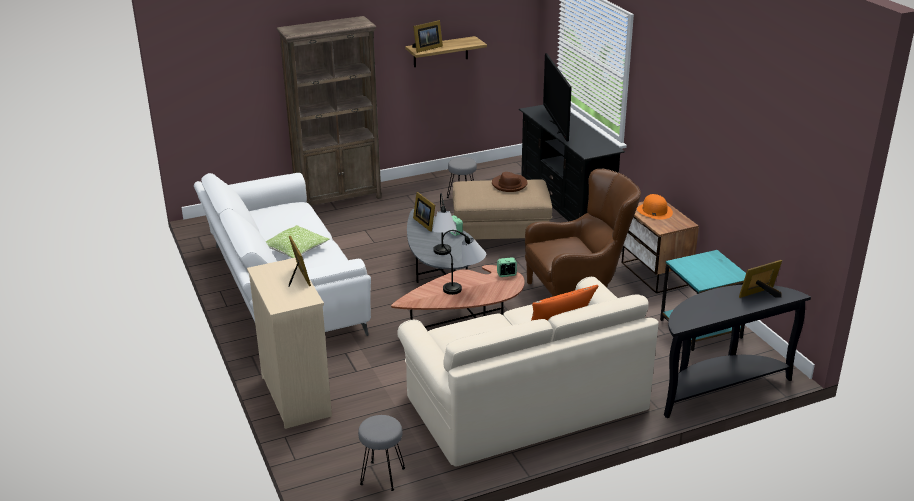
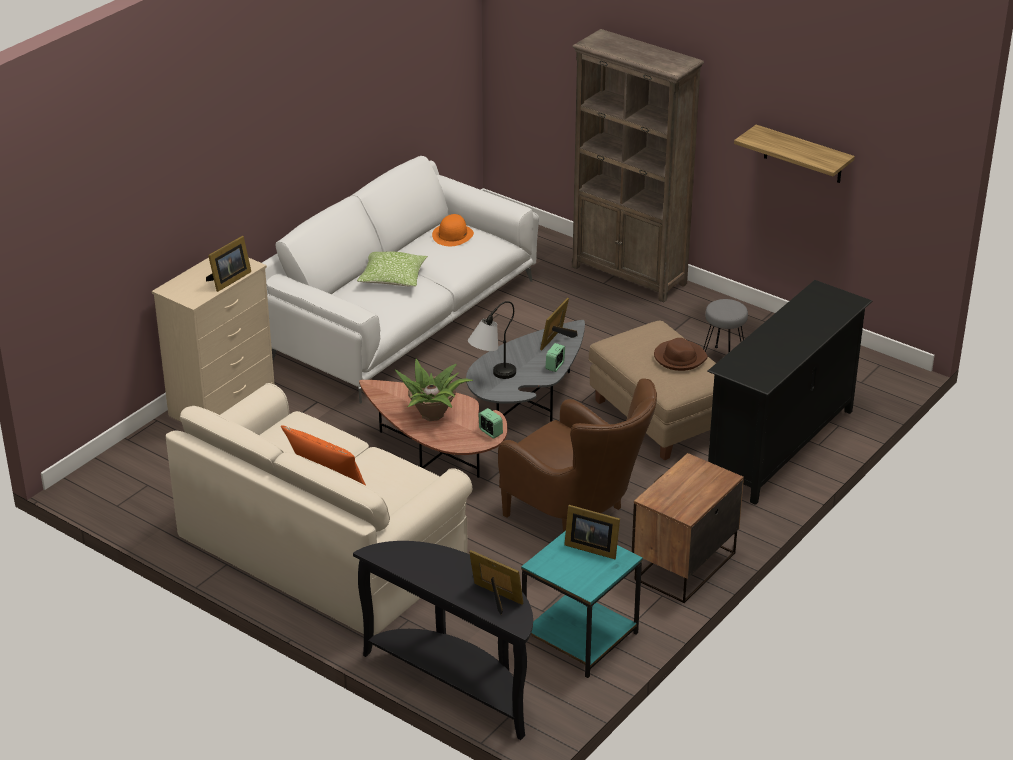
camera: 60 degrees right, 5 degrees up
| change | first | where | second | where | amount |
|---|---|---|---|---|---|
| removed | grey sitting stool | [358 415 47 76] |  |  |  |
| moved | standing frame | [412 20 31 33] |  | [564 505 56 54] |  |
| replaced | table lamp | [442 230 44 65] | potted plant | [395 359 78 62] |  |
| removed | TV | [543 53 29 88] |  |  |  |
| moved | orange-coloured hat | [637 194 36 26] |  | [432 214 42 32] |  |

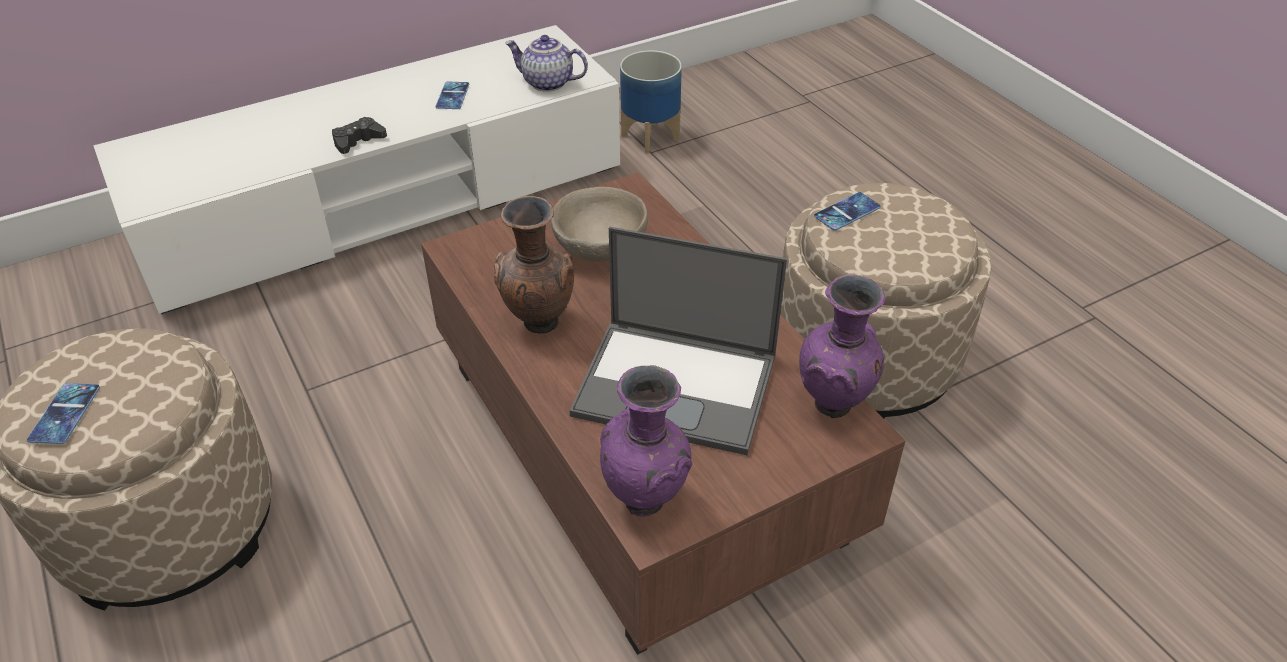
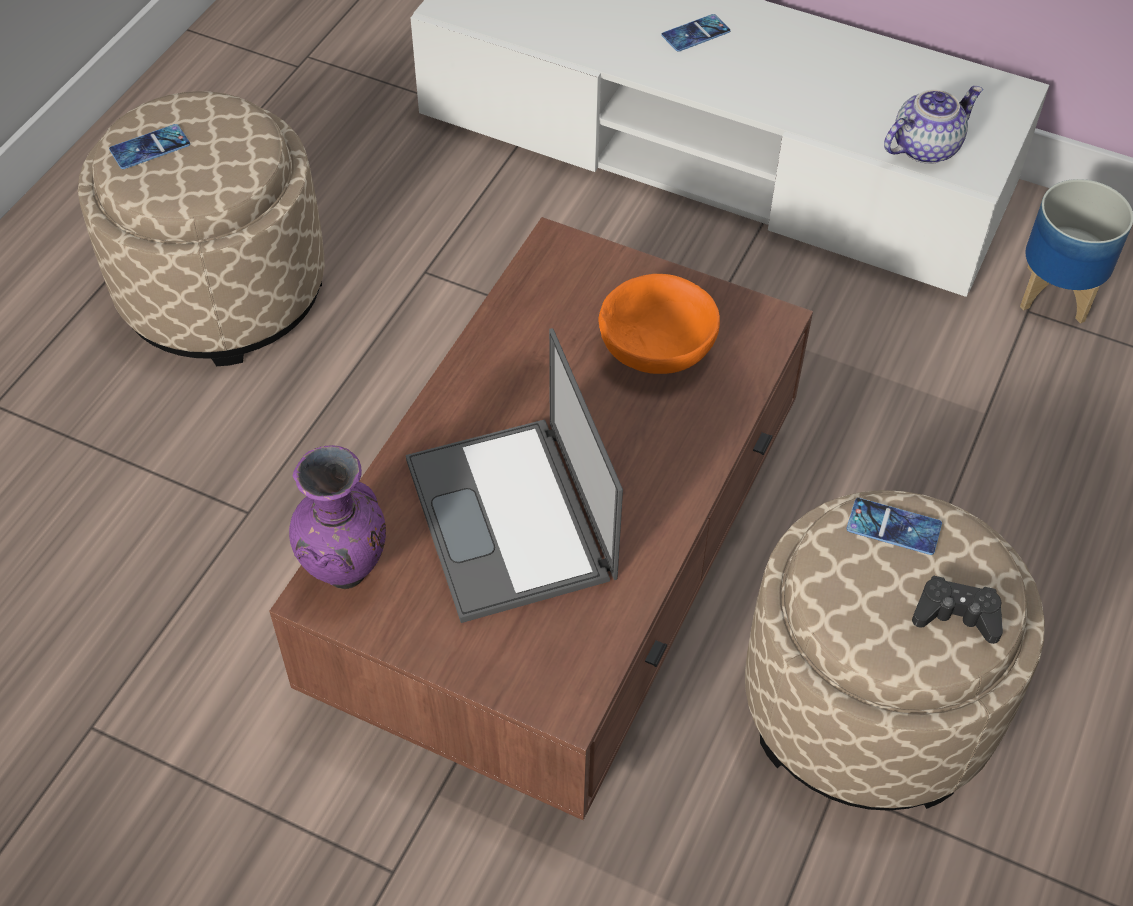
camera: 55 degrees right, 10 degrees up
| change | first | where | second | where | amount |
|---|---|---|---|---|---|
| moved | black game controller | [332 117 55 37] |  | [912 576 91 68] |  |
| moved | phone | [435 81 34 28] |  | [661 14 70 38] |  |
| removed | brownish flower vase | [494 196 80 138] |  |  |  |
| turned | tea pot | [505 35 83 57] |  | [884 86 99 78] | 75 degrees clockwise |
| recoloured | beige bowl | [551 187 97 75] | orange-coloured bowl | [599 274 121 100] |  |
| removed | purplish flower vase | [799 275 86 143] |  |  |  |

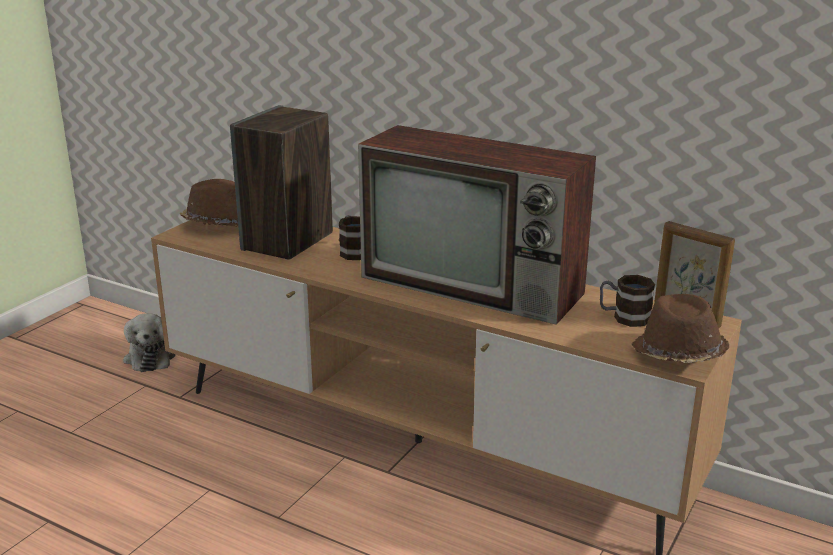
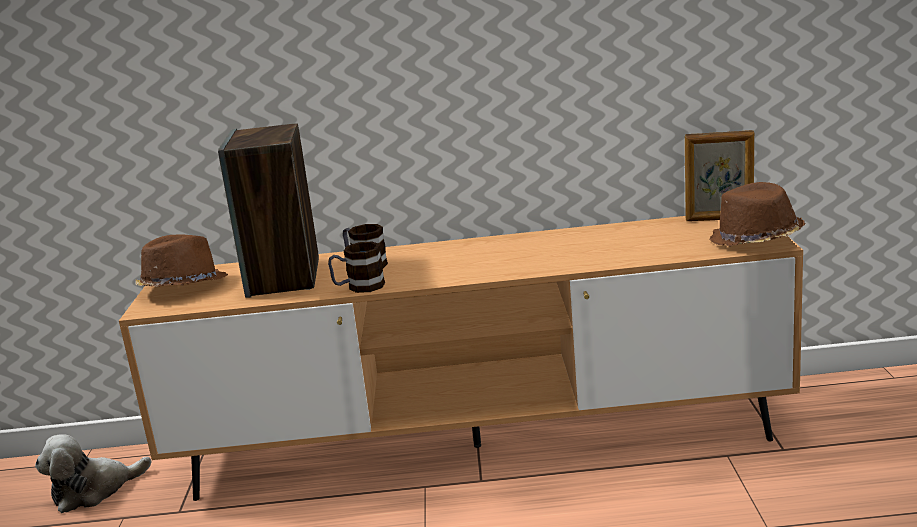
camera: 30 degrees left, 5 degrees down
| change | first | where | second | where | amount |
|---|---|---|---|---|---|
| turned | soft toy | [123 313 53 59] |  | [35 434 117 79] | 105 degrees clockwise |
| removed | TV | [358 125 238 200] |  |  |  |
| moved | tea mug | [600 275 55 52] |  | [328 242 57 51] |  |

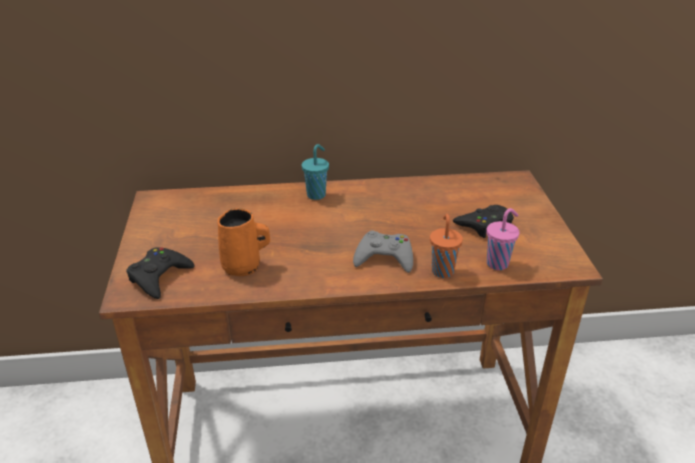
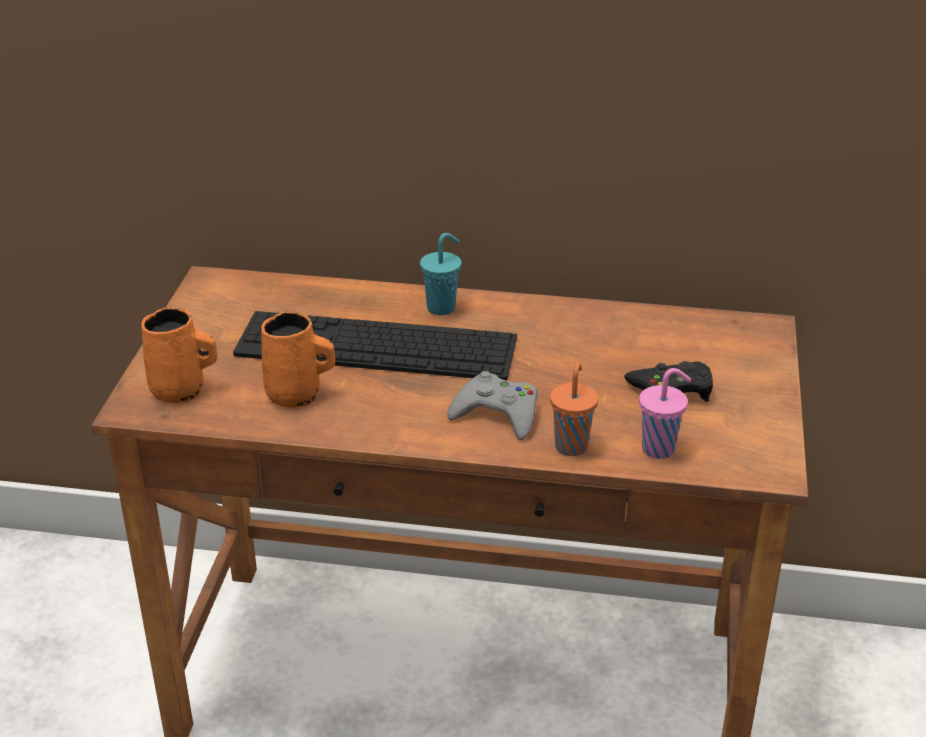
camera: 15 degrees right, 0 degrees up
| change | first | where | second | where | amount |
|---|---|---|---|---|---|
| replaced | black game controller | [126 247 68 52] | orange-coloured tea mug | [141 307 77 96] |  |
| added |  |  | PC keyboard | [233 311 284 70] |  |

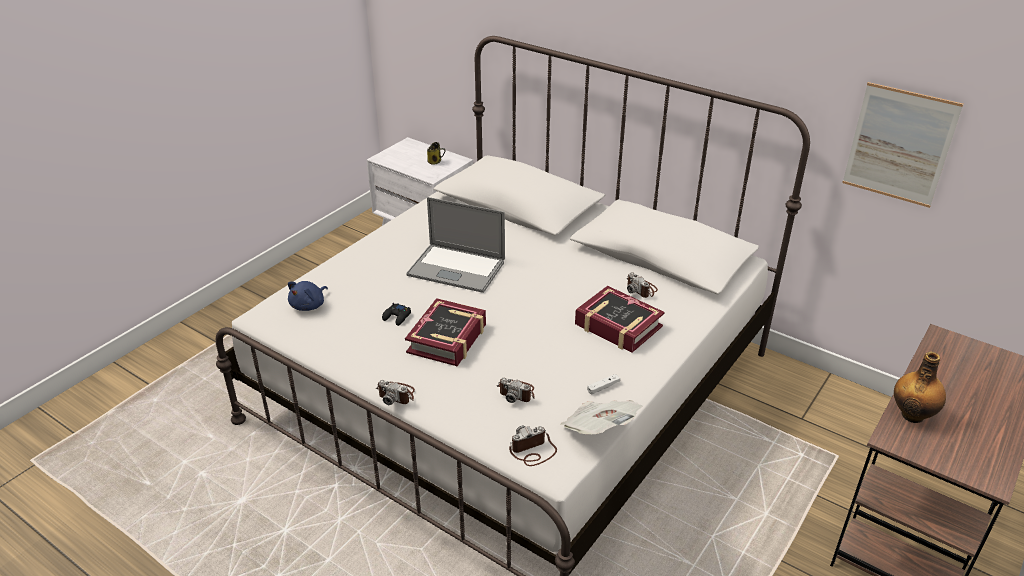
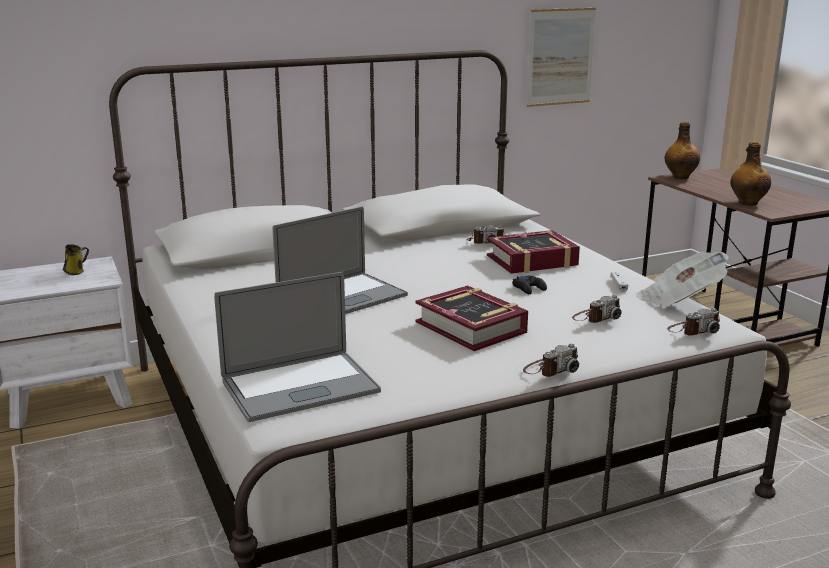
camera: 60 degrees left, 15 degrees down
| change | first | where | second | where | amount |
|---|---|---|---|---|---|
| replaced | bluish soft toy | [288 281 40 30] | notebook computer | [214 272 167 150] |  |
| moved | black game controller | [382 303 29 23] |  | [512 276 35 18] |  |
| turned | photo camera | [509 426 48 40] |  | [667 308 53 28] | 120 degrees counterclockwise |
| added |  |  | beverage bottle | [665 122 35 57] |  |

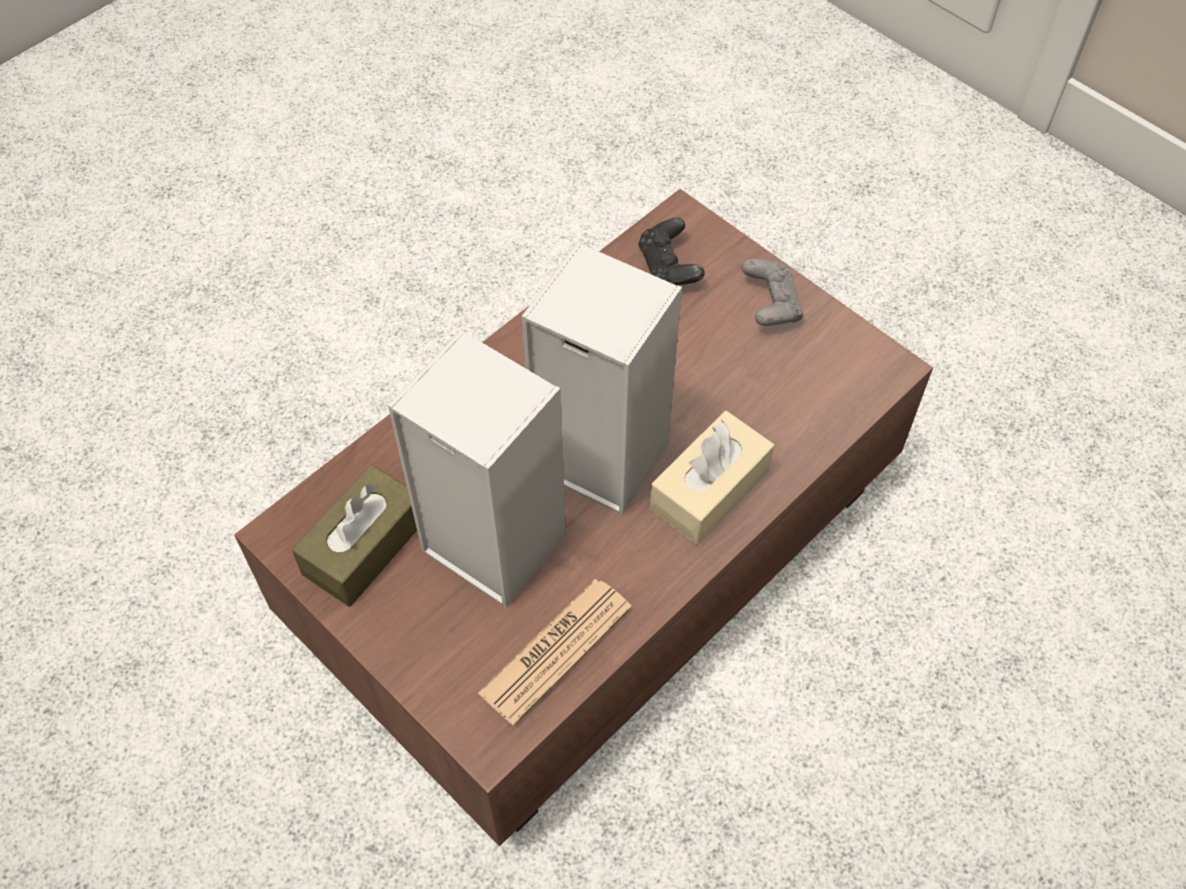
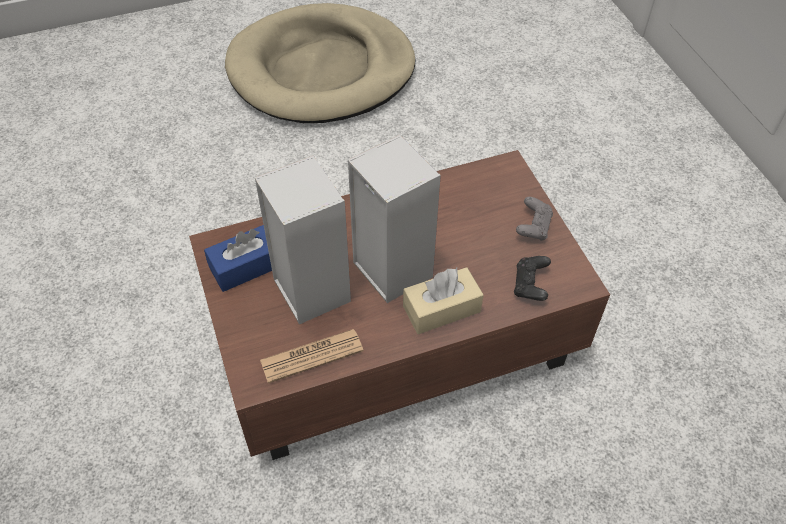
camera: 25 degrees right, 5 degrees down
| change | first | where | second | where | amount |
|---|---|---|---|---|---|
| recoloured | brownish tissue holder | [292 464 125 143] | bluish tissue holder | [204 225 68 67] |  |
| moved | black game controller | [638 218 67 68] |  | [514 256 37 45] |  |
| added |  |  | beige dog bed | [225 3 191 120] |  |

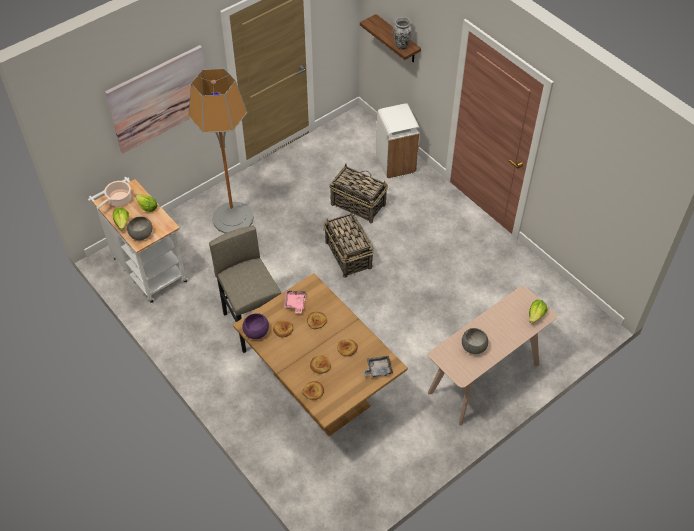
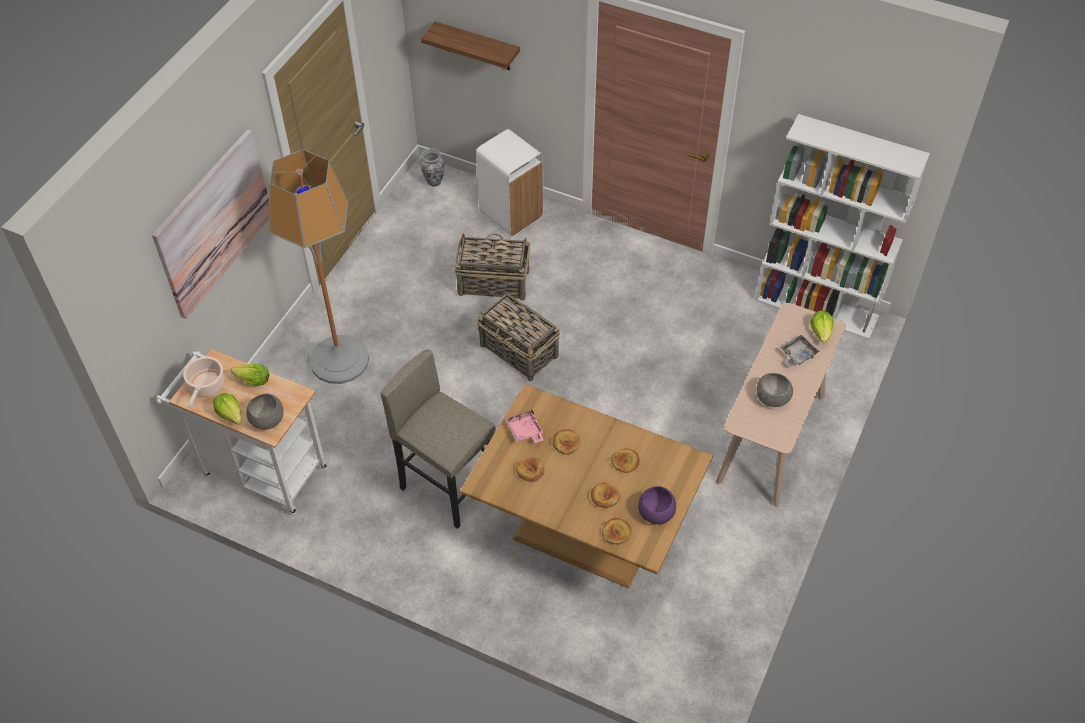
camera: 25 degrees left, 0 degrees up
| change | first | where | second | where | amount |
|---|---|---|---|---|---|
| moved | purplish bowl | [242 313 27 26] |  | [638 486 38 38] |  |
| moved | grey tray | [363 356 30 21] |  | [780 335 39 32] |  |
| moved | flower vase | [393 17 19 33] |  | [420 148 24 39] |  |
| added |  |  | whitish shelving unit | [755 114 175 226] |  |

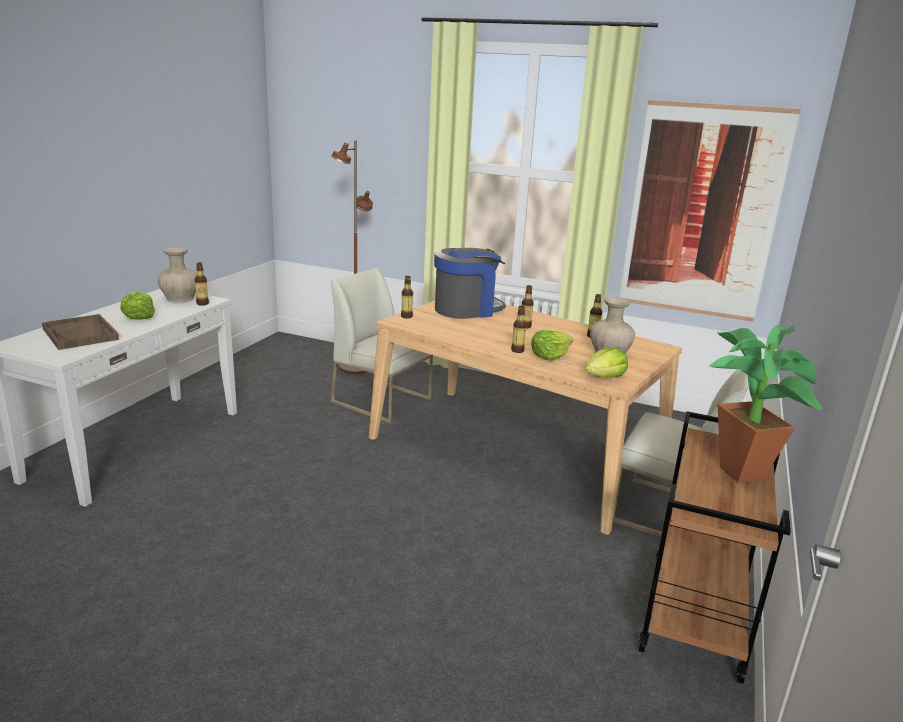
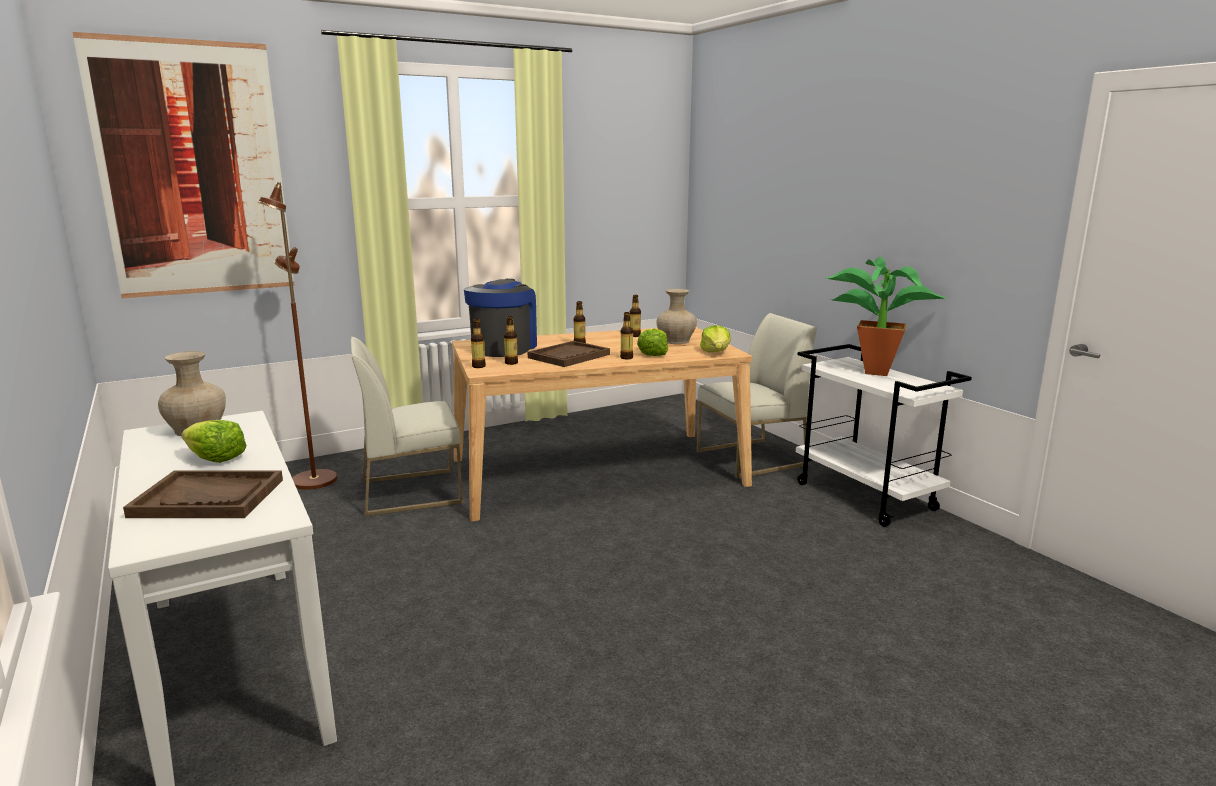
camera: 50 degrees left, 5 degrees down
| change | first | where | second | where | amount |
|---|---|---|---|---|---|
| moved | beverage bottle | [195 262 14 43] |  | [504 316 14 49] |  |
| moved | wall art | [620 100 181 222] |  | [72 32 223 266] |  |
| recoloured | brownish wheeled cart | [639 411 152 273] | whitish wheeled cart | [796 344 176 183] |  |
| added |  |  | brownish tray | [528 341 82 26] |  |

